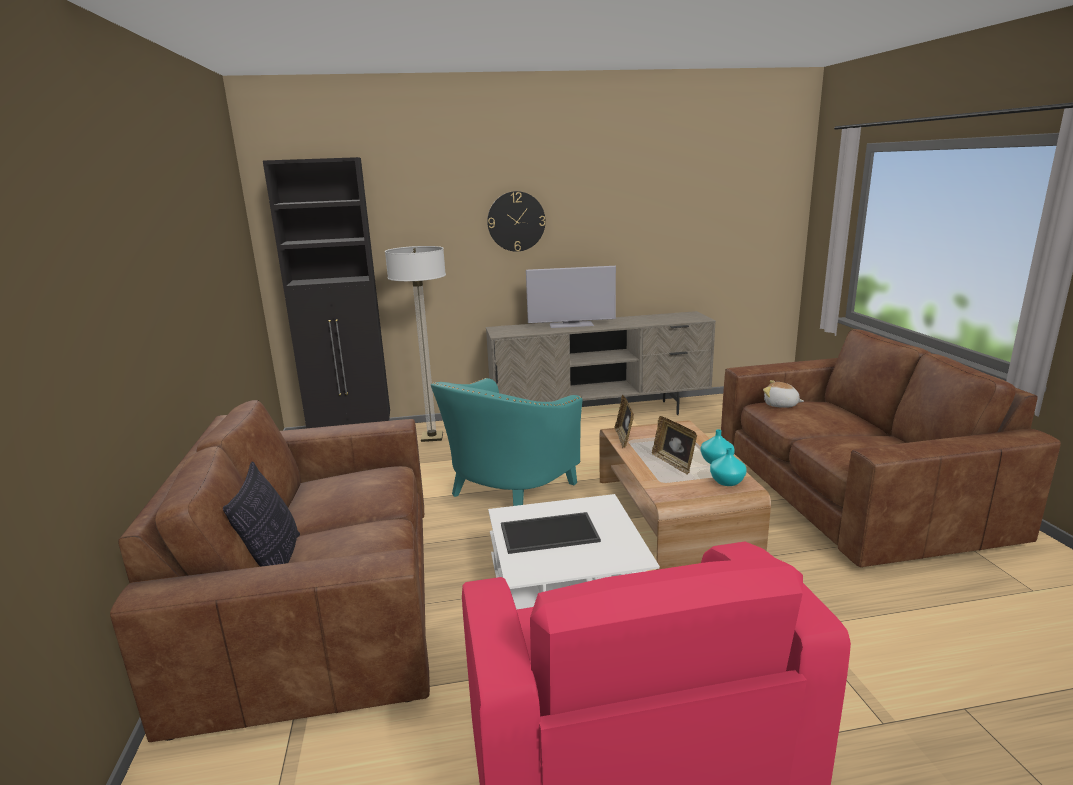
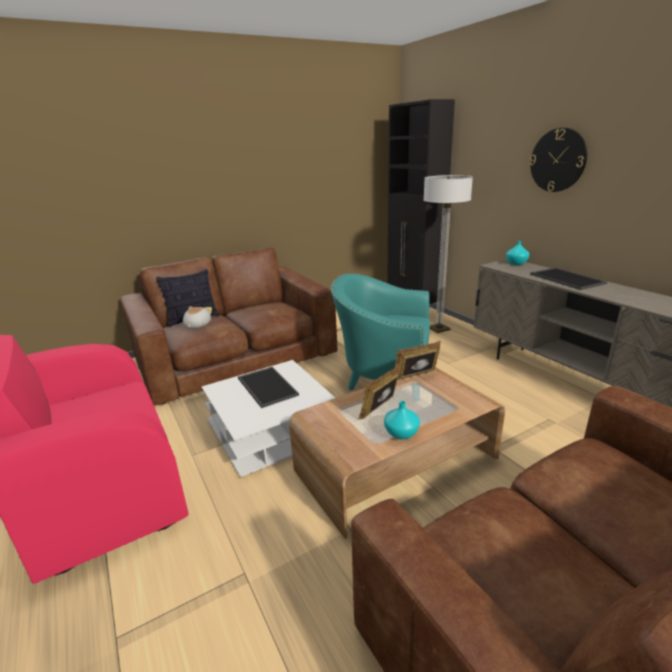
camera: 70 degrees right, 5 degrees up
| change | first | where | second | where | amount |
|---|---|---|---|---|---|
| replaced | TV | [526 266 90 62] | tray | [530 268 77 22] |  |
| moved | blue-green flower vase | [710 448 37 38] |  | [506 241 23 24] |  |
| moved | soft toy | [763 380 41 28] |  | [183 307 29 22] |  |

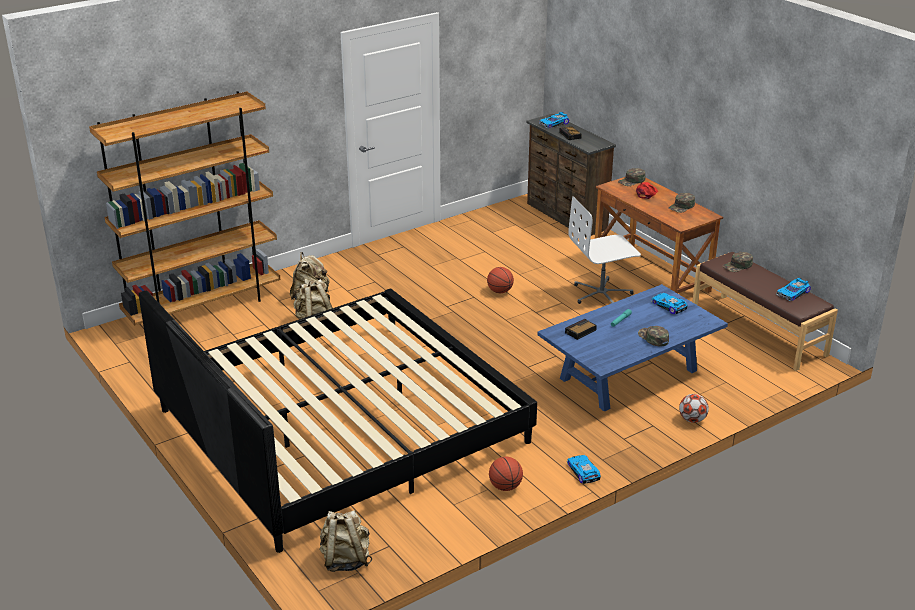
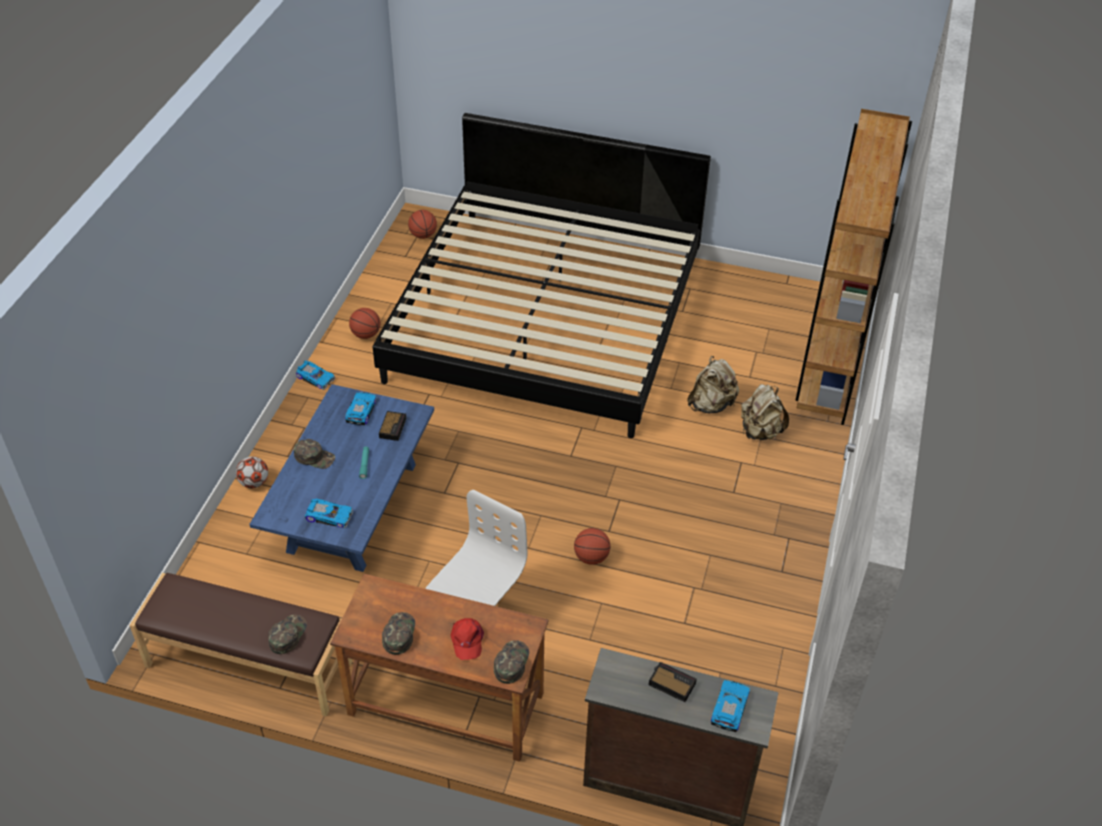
camera: 140 degrees right, 15 degrees up
| change | first | where | second | where | amount |
|---|---|---|---|---|---|
| replaced | beige backpack | [320 510 52 62] | ball for basketball | [408 210 29 29] |  |
| moved | model car | [776 278 35 23] |  | [345 392 32 33] |  |

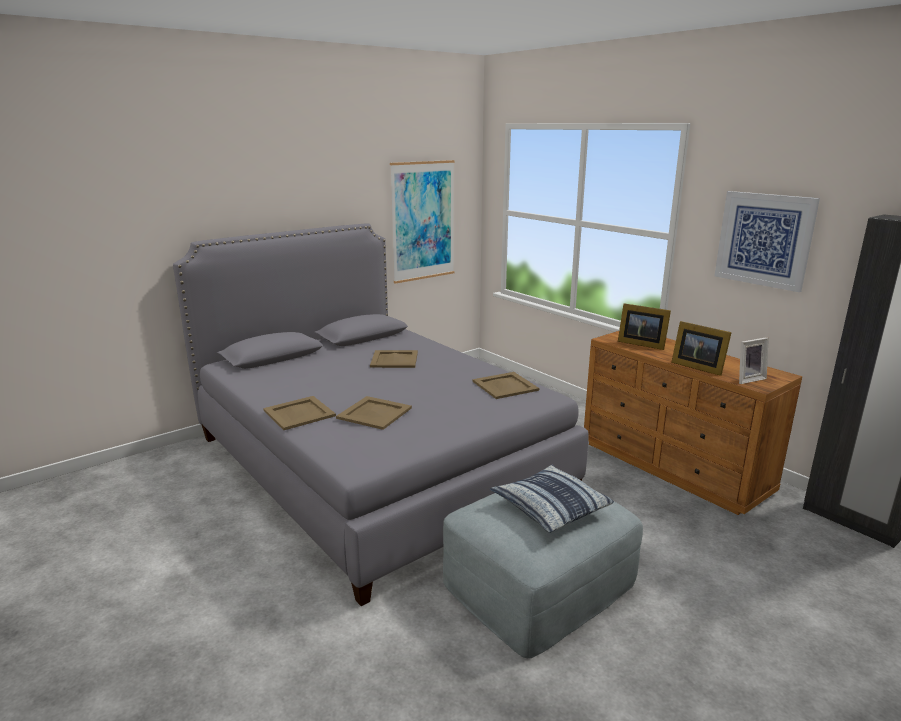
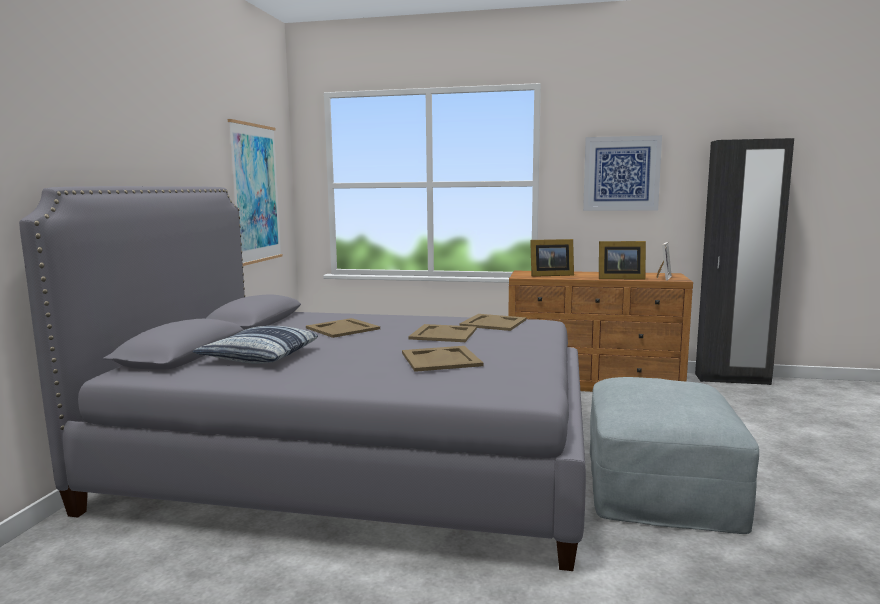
camera: 40 degrees left, 10 degrees down
| change | first | where | second | where | amount |
|---|---|---|---|---|---|
| moved | beige tray | [263 396 73 34] |  | [408 324 69 18] |  |
| moved | cushion | [490 465 124 68] |  | [193 326 125 37] |  |

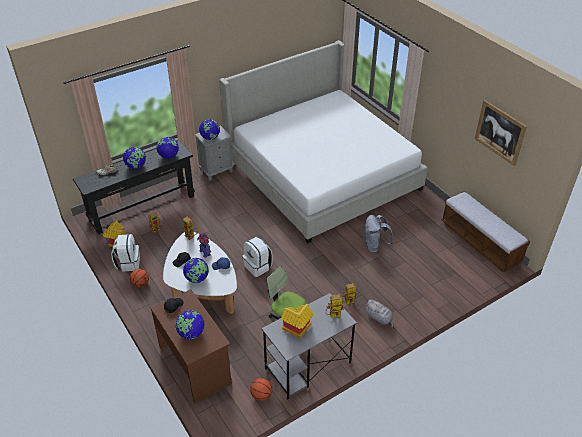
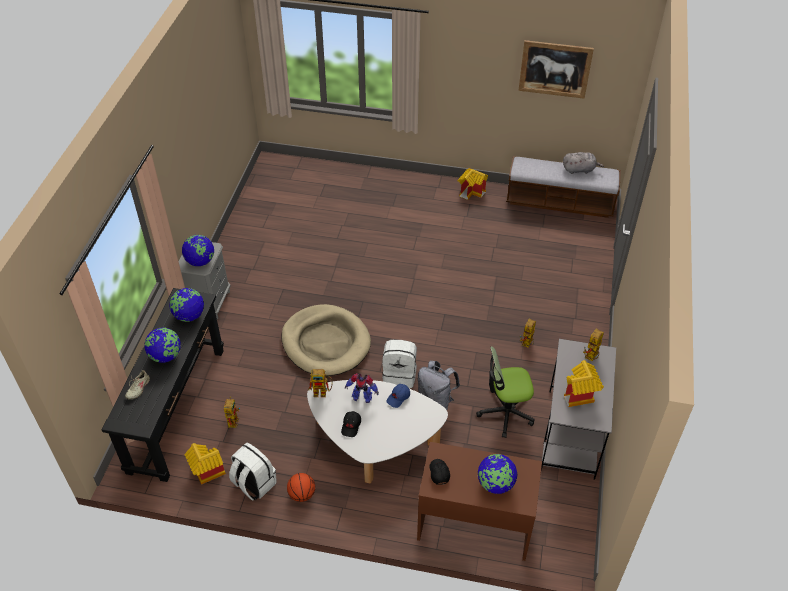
camera: 45 degrees left, 5 degrees up
| change | first | where | second | where | amount |
|---|---|---|---|---|---|
| removed | world globe | [183 258 26 25] |  |  |  |
| removed | bed | [219 40 209 203] |  |  |  |
| removed | ball for basketball | [250 378 22 23] |  |  |  |
| moved | grey backpack | [363 215 30 38] |  | [418 361 42 49] |  |
| moved | grey soft toy | [365 299 29 29] |  | [563 152 41 22] |  |
| added |  |  | beige dog bed | [282 304 89 72] |  |
| added |  |  | toy house | [458 168 30 32] |  |

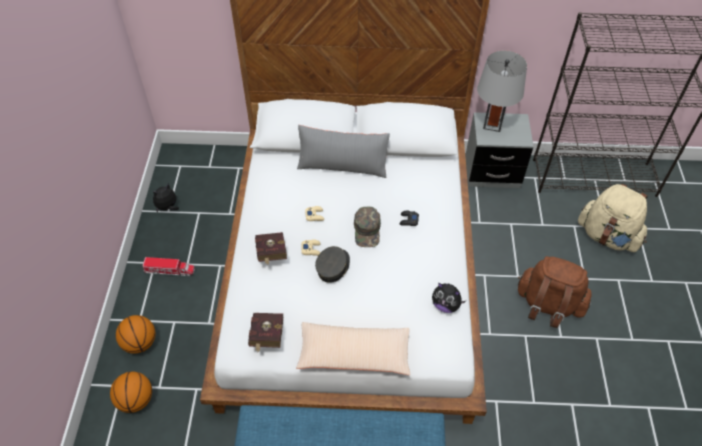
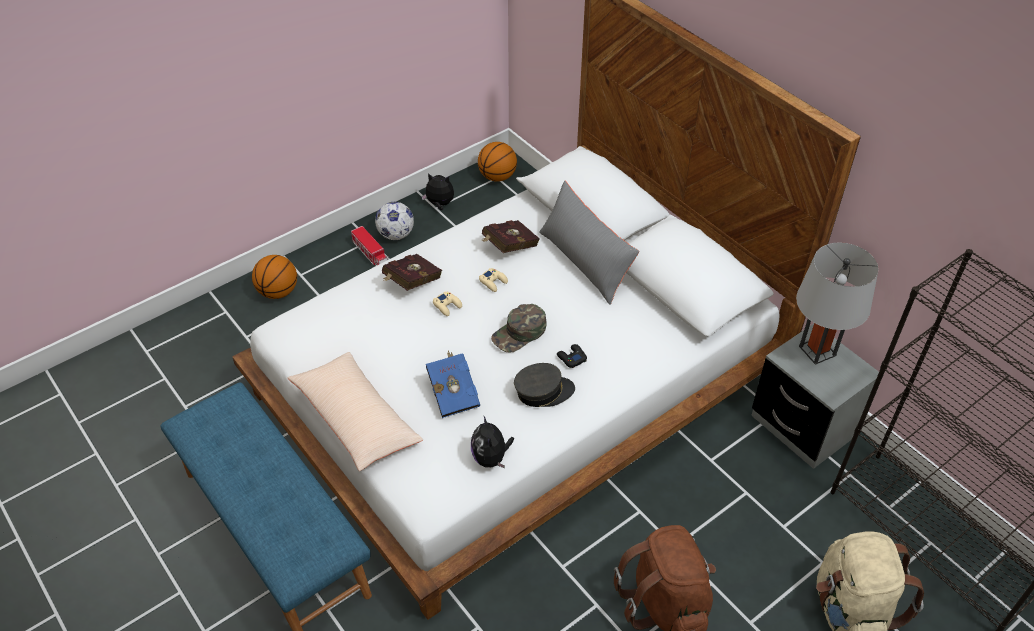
camera: 50 degrees right, 5 degrees down
| change | first | where | second | where | amount |
|---|---|---|---|---|---|
| moved | ball for basketball | [110 372 42 41] |  | [478 142 39 40] |  |
| moved | red-coloured book | [248 313 35 38] |  | [482 220 58 33] |  |
| moved | grey baseball cap | [315 246 35 37] |  | [514 363 61 44] |  |
| added |  |  | ball for football | [375 202 39 38] |  |
| added |  |  | bluish book | [426 351 54 67] |  |

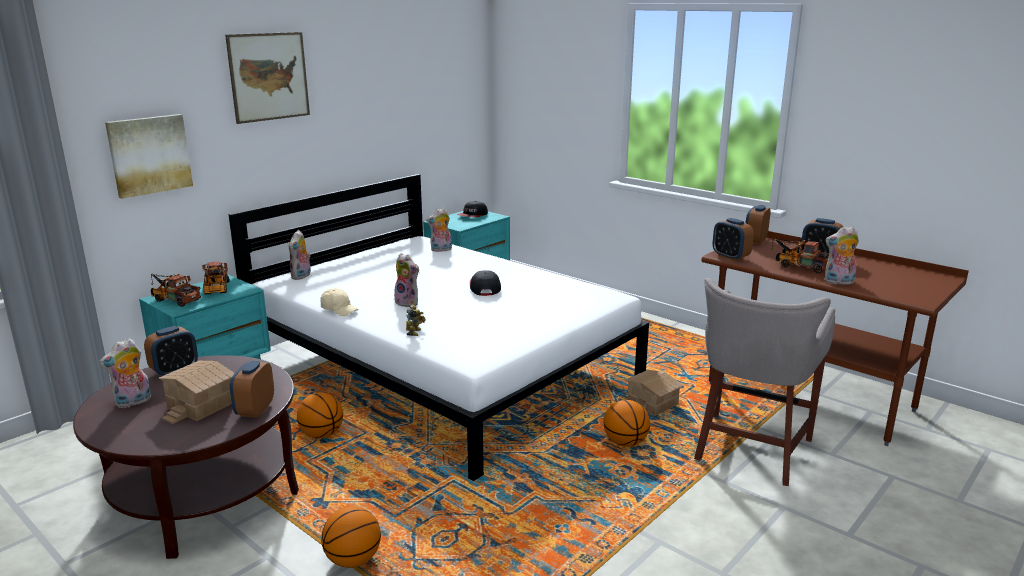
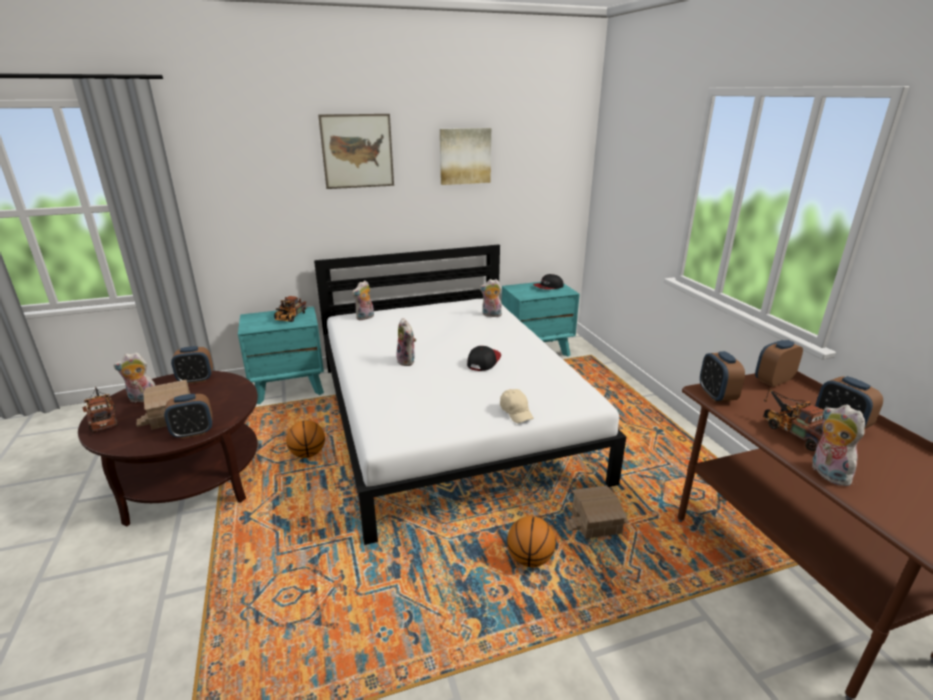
camera: 30 degrees right, 5 degrees up
| change | first | where | second | where | amount |
|---|---|---|---|---|---|
| moved | wall art | [105 114 88 85] |  | [440 128 51 57] |  |
| moved | toy truck | [151 273 50 34] |  | [82 386 36 47] |  |
| turned | alarm clock | [230 361 44 57] |  | [164 394 48 45] | 150 degrees counterclockwise |
| moved | beige baseball cap | [320 288 39 28] |  | [500 389 34 34] |  |
| removed | ball for basketball | [321 506 60 62] |  |  |  |
| removed | robot figure | [406 305 20 31] |  |  |  |
| removed | grey sitting stool | [694 278 141 208] |  |  |  |
| turned | soft toy | [824 226 35 59] |  | [812 404 53 82] | 45 degrees clockwise |

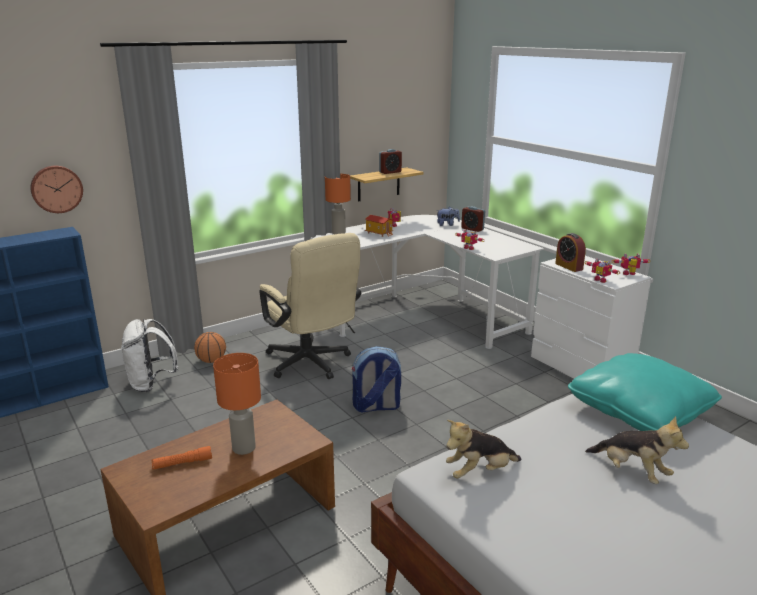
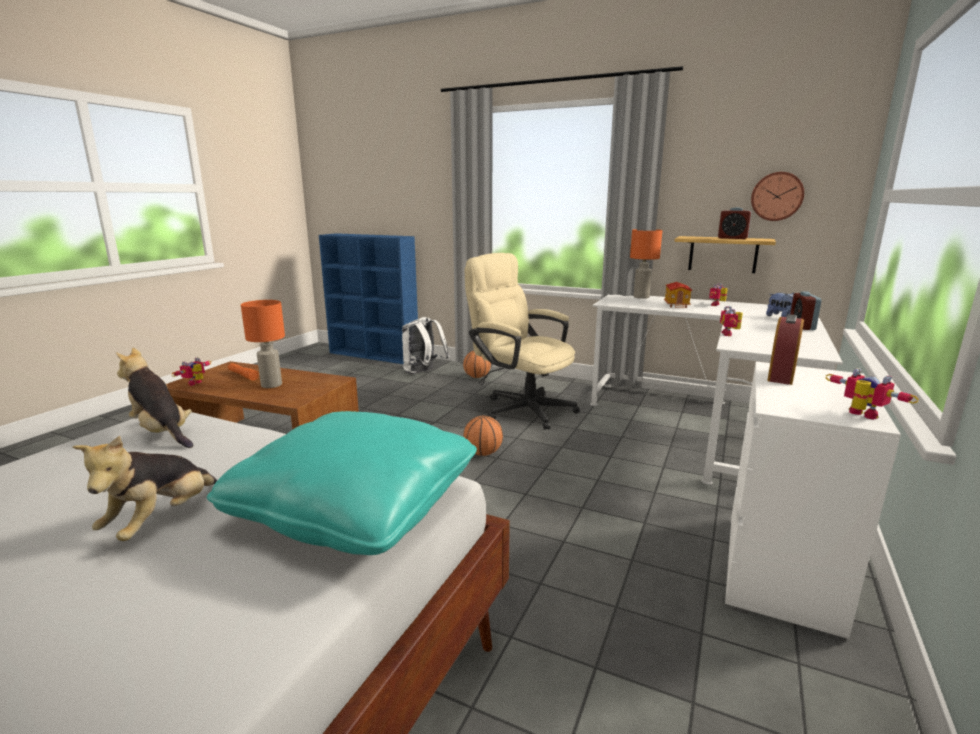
camera: 60 degrees right, 5 degrees down
| change | first | where | second | where | amount |
|---|---|---|---|---|---|
| moved | wall clock | [30 166 53 47] |  | [751 172 53 49] |  |
| turned | beige office chair | [259 233 102 146] |  | [465 253 115 177] | 105 degrees clockwise |
| replaced | backpack | [352 346 49 66] | ball for basketball | [464 416 39 40] |  |
| moved | robot figure | [585 258 35 25] |  | [171 357 40 29] |  |

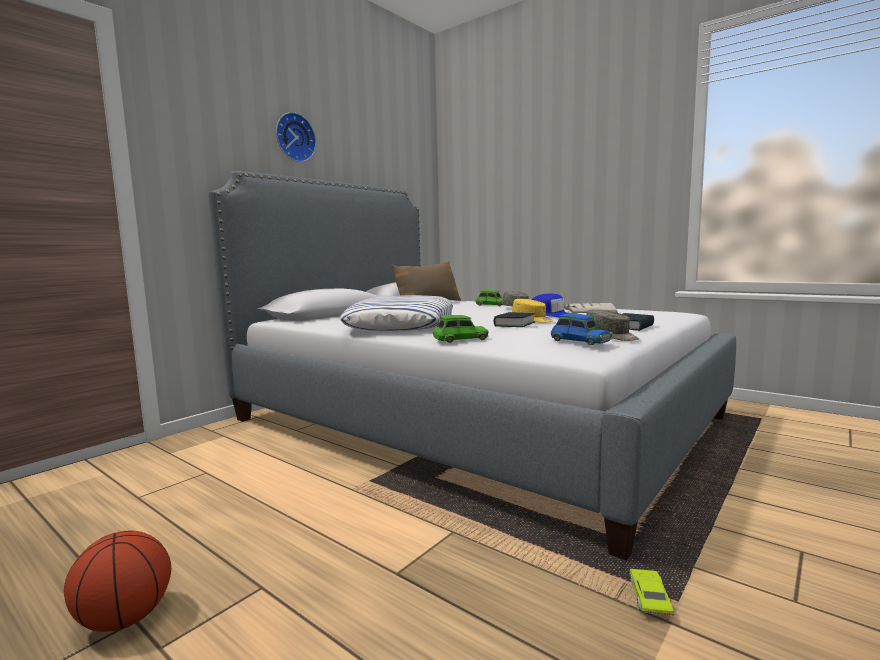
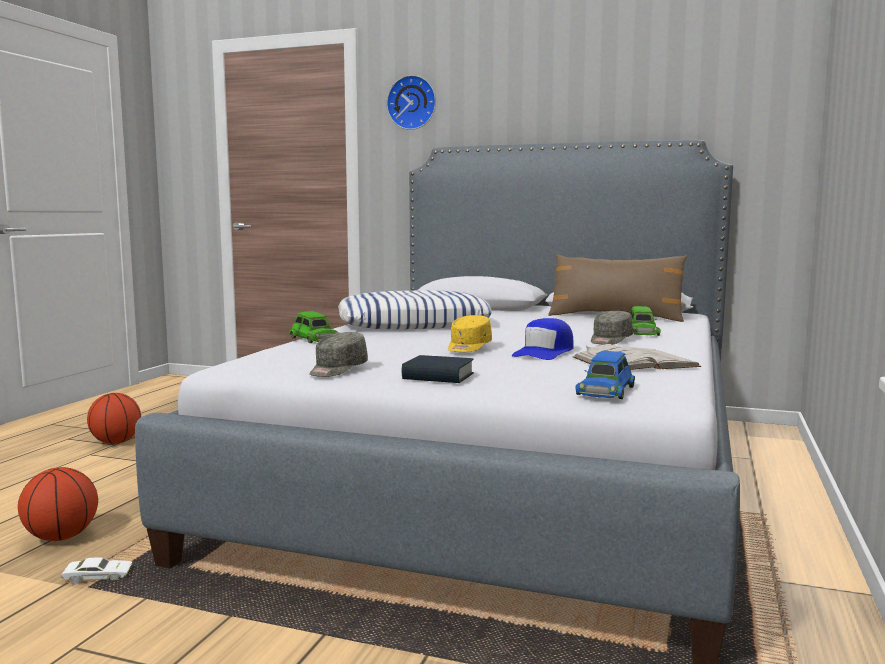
camera: 70 degrees right, 0 degrees up
| change | first | where | second | where | amount |
|---|---|---|---|---|---|
| moved | wall clock | [276 112 40 50] |  | [386 75 50 55] |  |
| removed | book | [494 312 41 15] |  |  |  |
| moved | bluish model car | [551 313 62 32] |  | [575 351 60 48] |  |
| recoloured | greenish model car | [629 569 45 47] | whitish model car | [61 557 72 28] |  |
| added |  |  | ball for basketball | [18 467 80 74] |  |

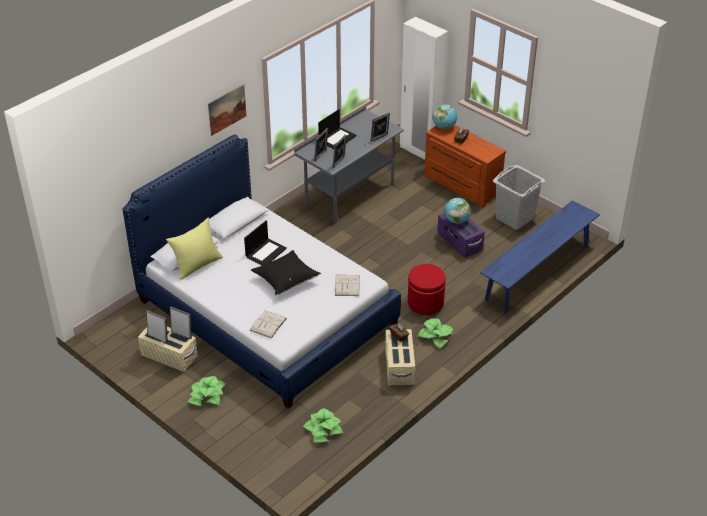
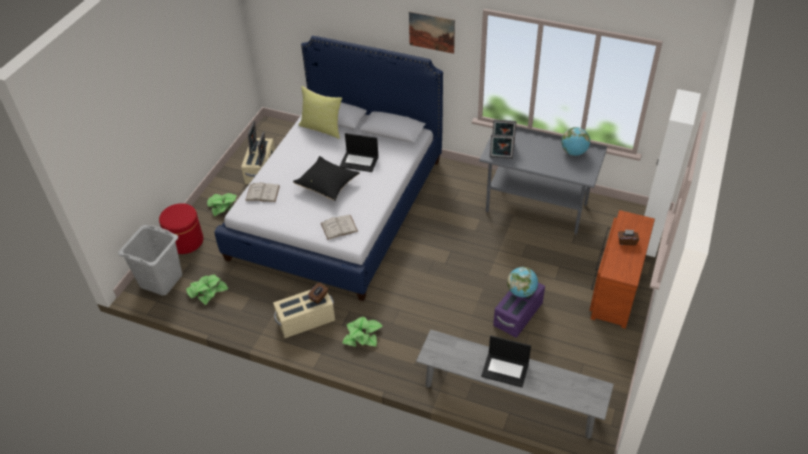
camera: 70 degrees right, 5 degrees up
| change | first | where | second | where | amount |
|---|---|---|---|---|---|
| moved | notebook computer | [318 109 38 40] |  | [481 336 50 51] |  |
| removed | standing frame | [371 112 19 30] |  |  |  |
| moved | red-coloured ottoman | [408 264 38 51] |  | [159 203 44 51] |  |
| moved | world globe | [432 104 25 25] |  | [561 127 29 29] |  |
| recoloured | bluish long seat | [480 200 120 112] | grey long seat | [416 329 198 110] |  |
| moved | grey washing basket | [493 165 52 65] |  | [118 225 64 71] |  |

